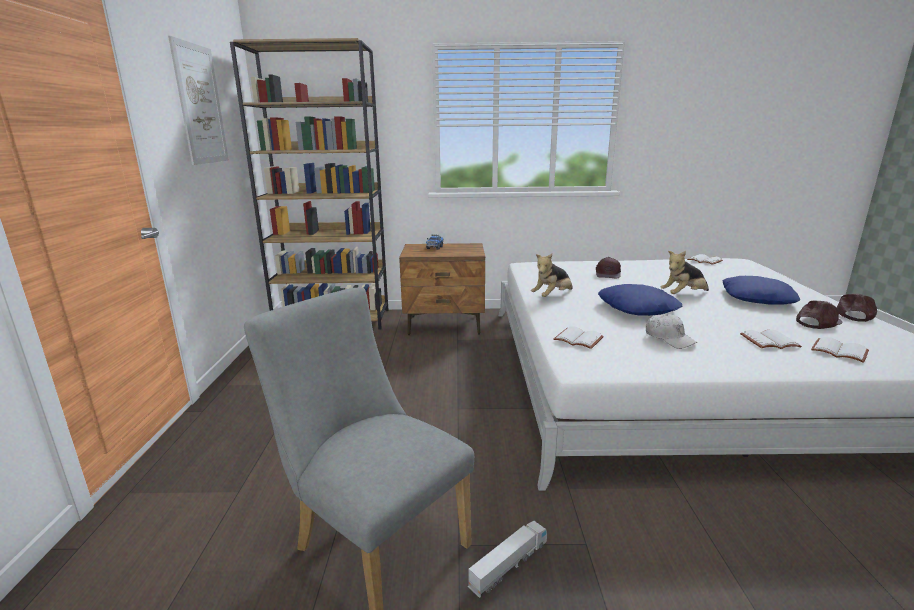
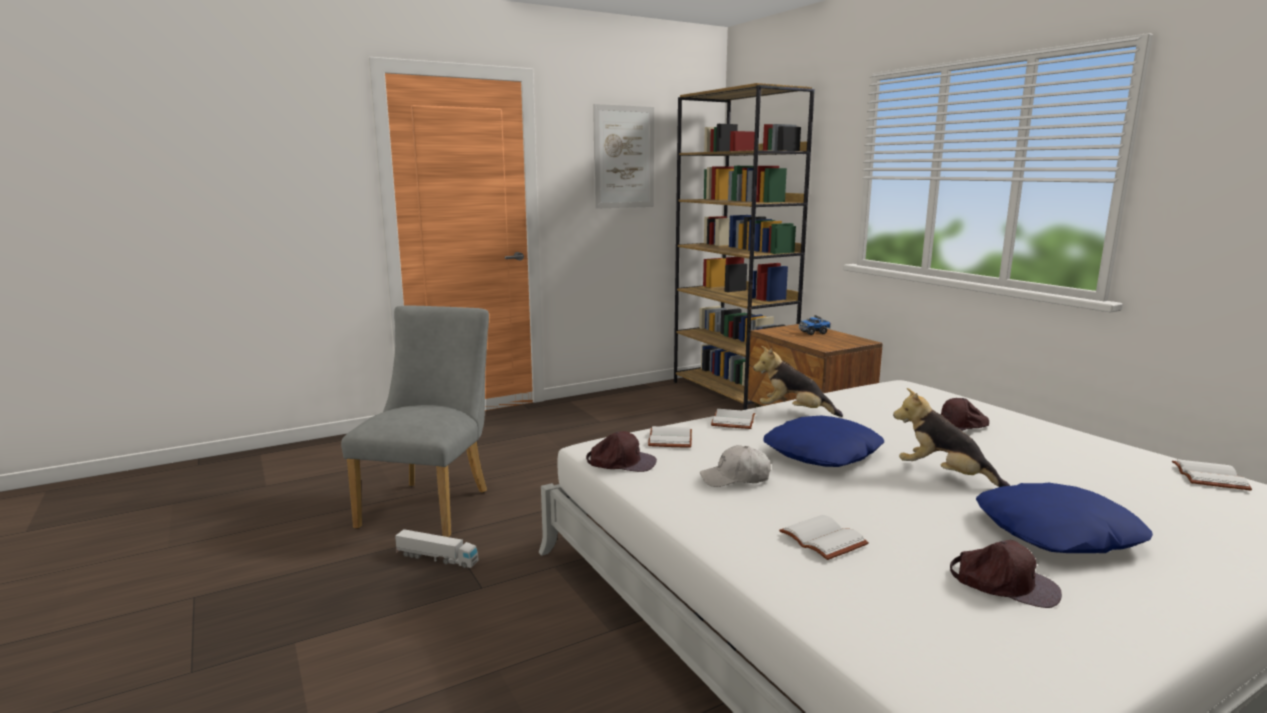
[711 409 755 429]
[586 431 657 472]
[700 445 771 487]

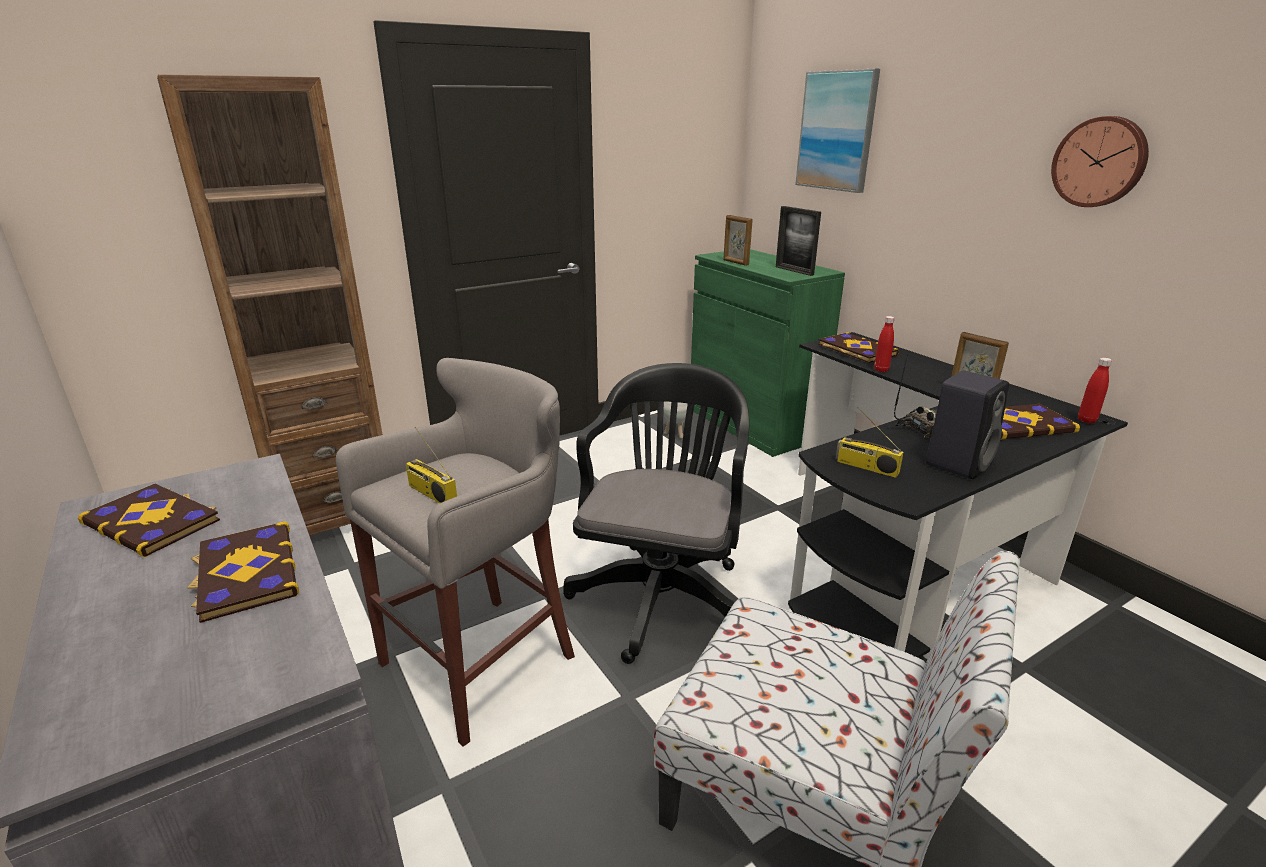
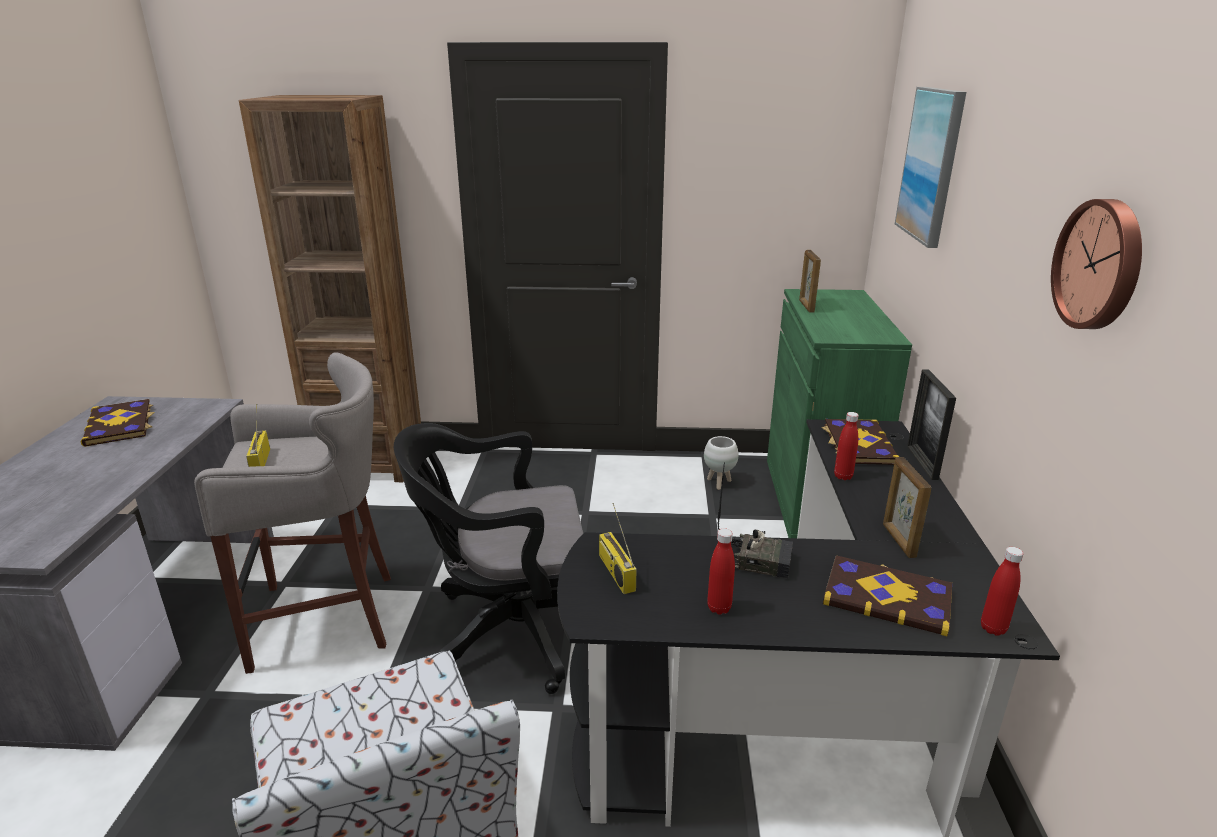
[187 521 299 623] (first image)
[907 370 956 480]
[707 528 735 615]
[394 423 583 694]

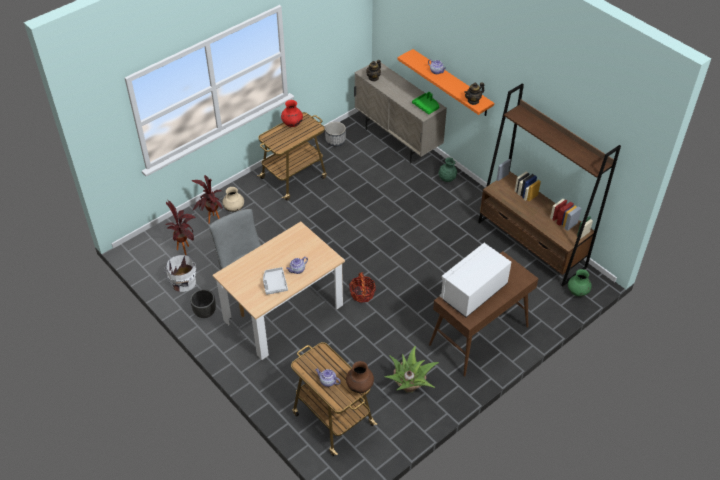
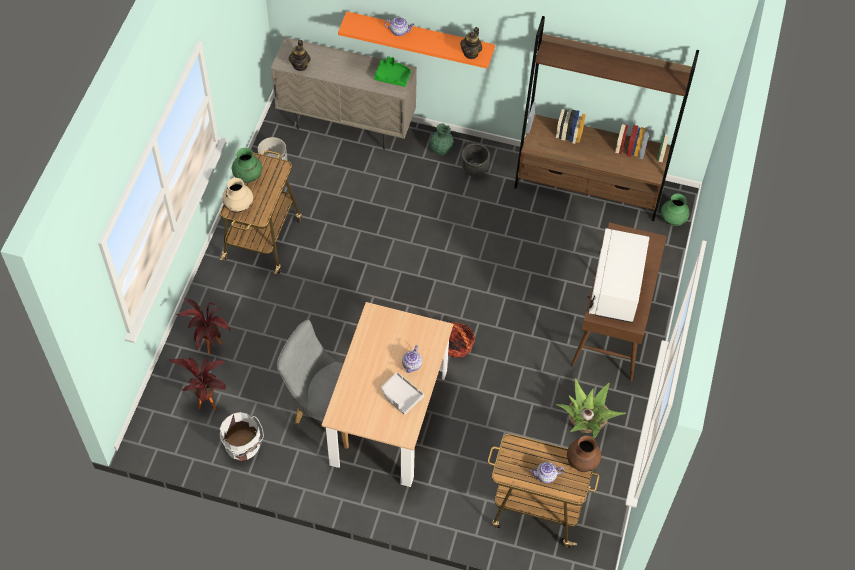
[461 143 490 177]
[222 178 253 213]
[232 148 262 183]

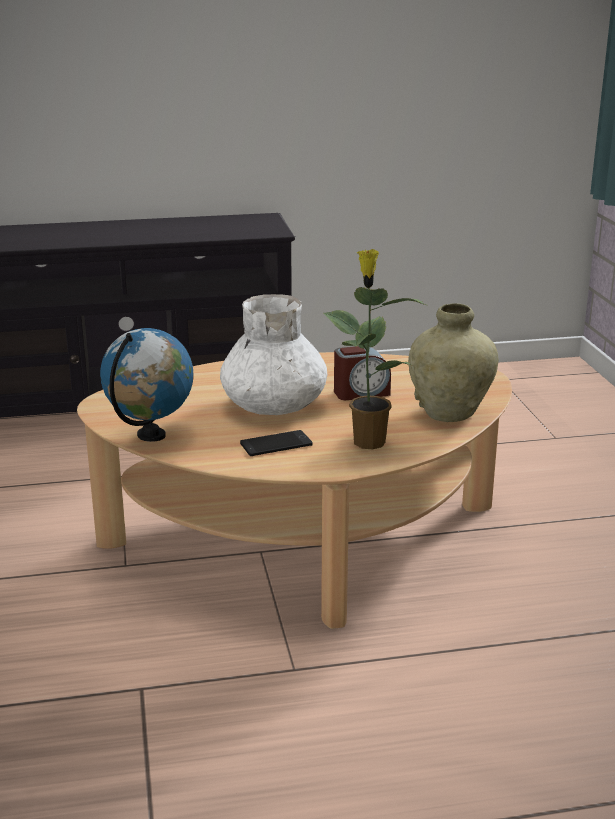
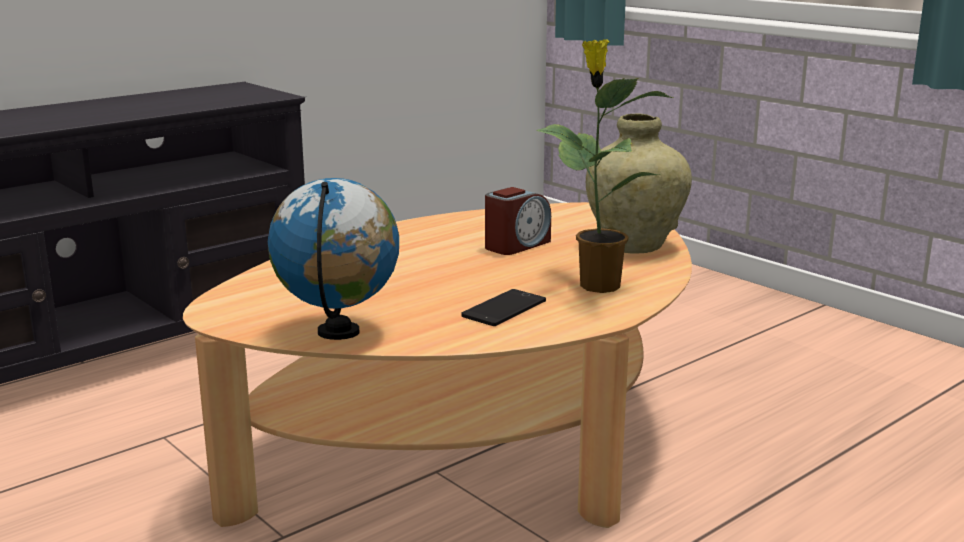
[220 294 327 415] (first image)

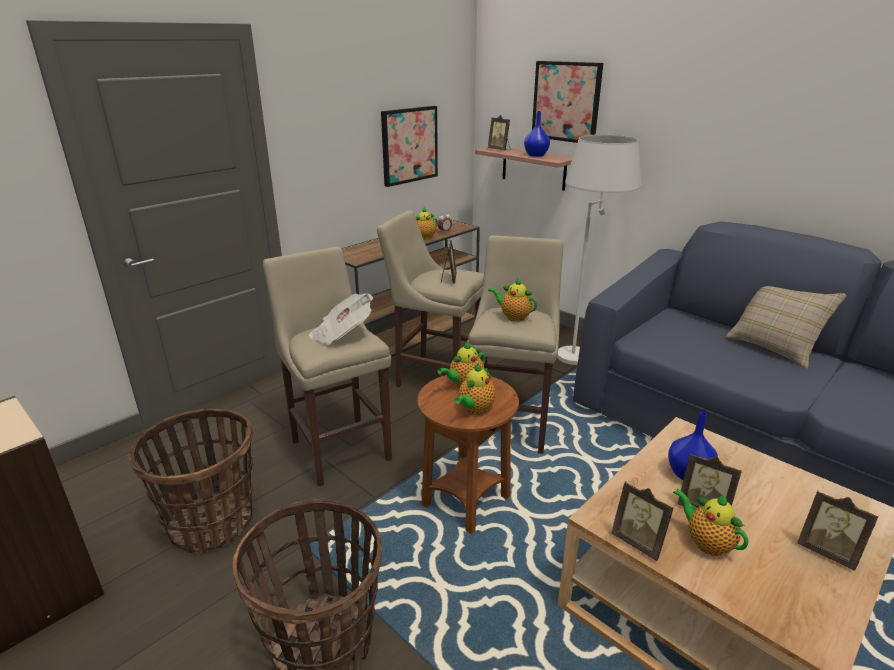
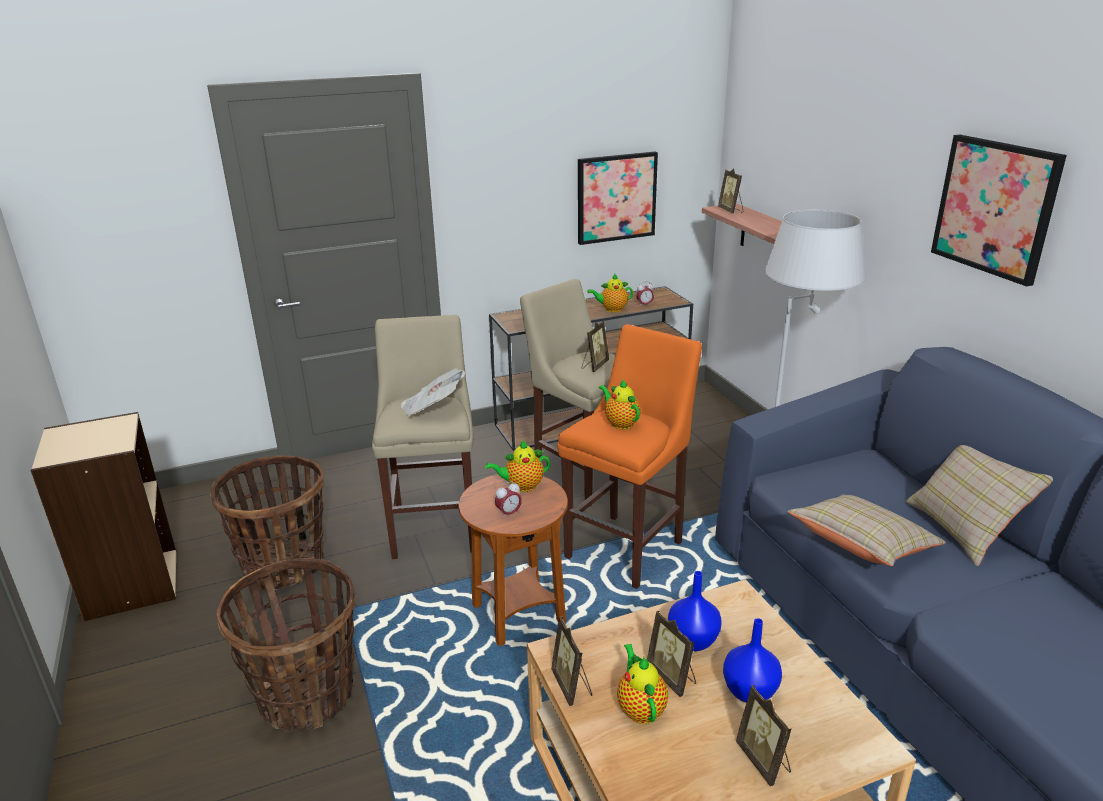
[788 494 946 566]
[723 618 782 703]
[931 135 1067 287]
[495 481 522 519]
[557 324 702 589]

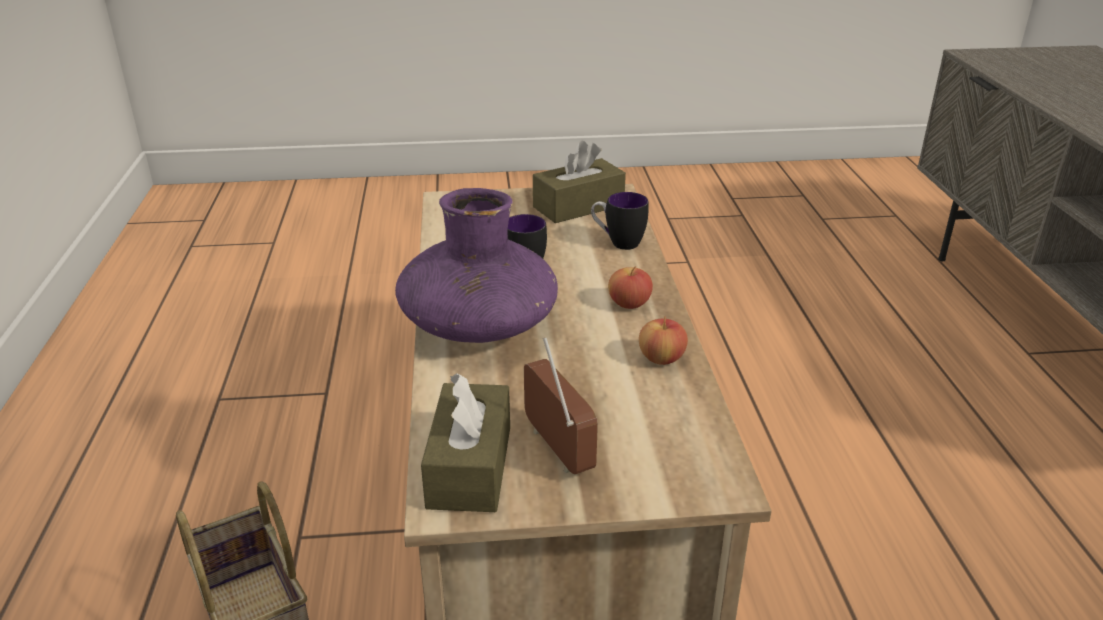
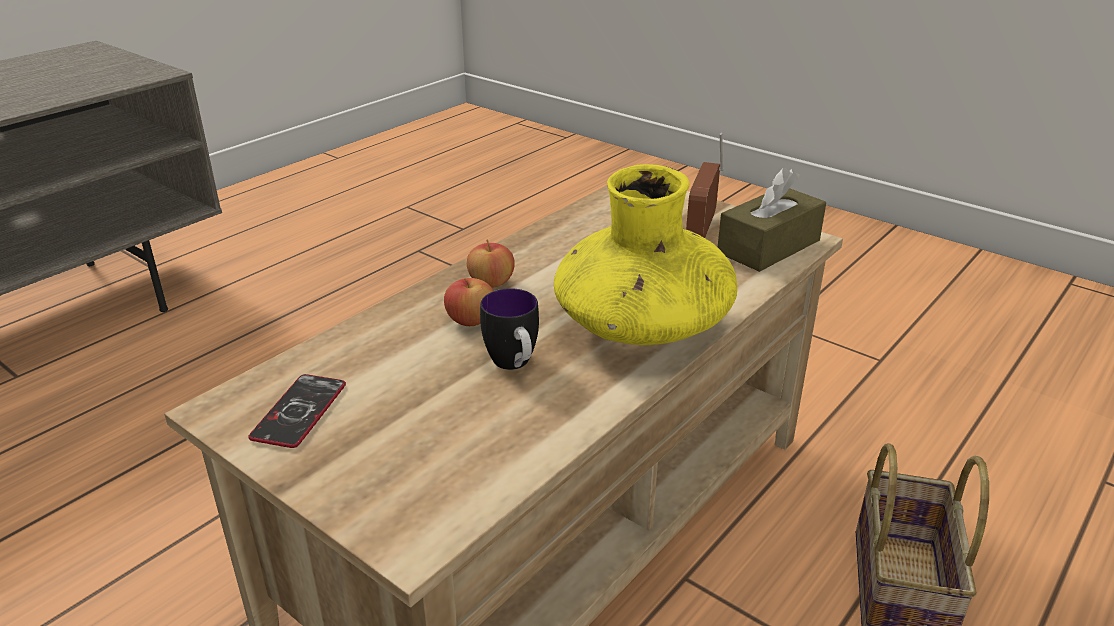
[591 192 648 250] (first image)
[444 278 493 326]
[248 374 346 448]
[554 164 737 345]

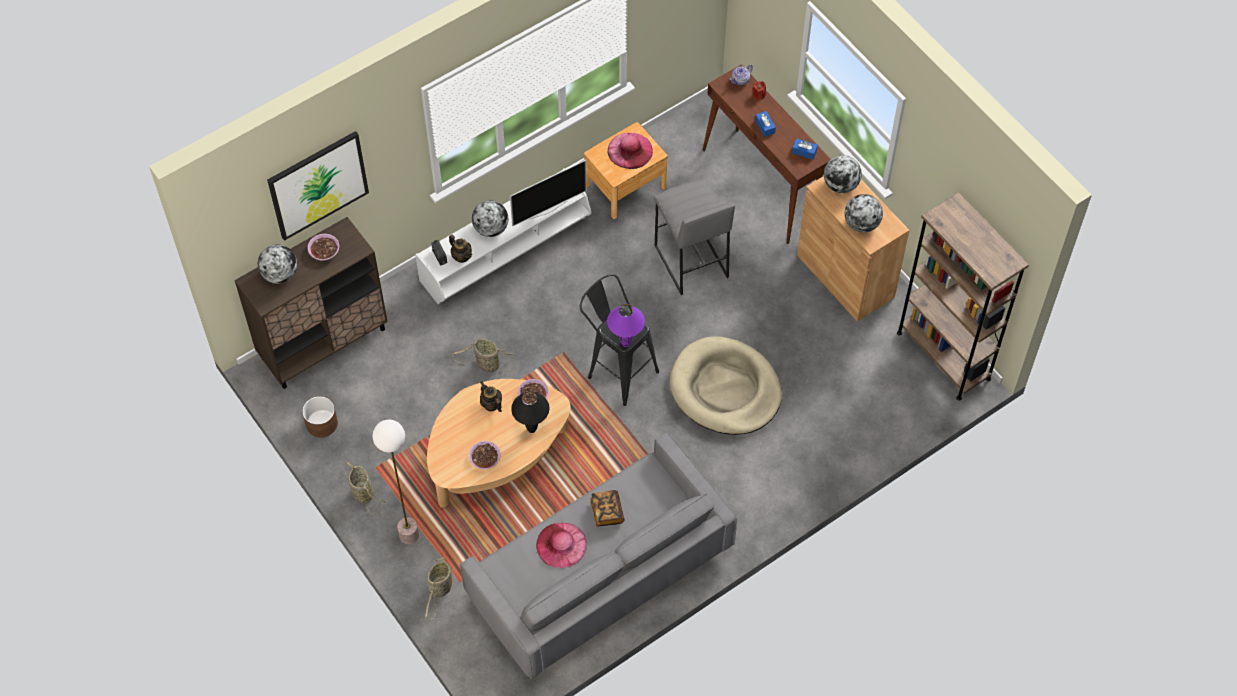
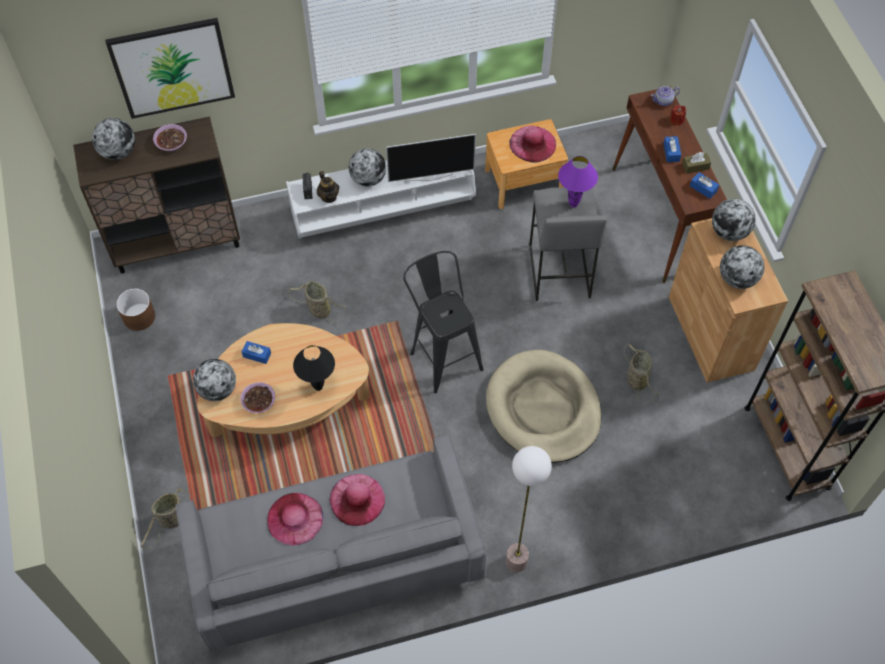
[480 381 502 412] (first image)
[517 379 549 405] (first image)
[193 359 236 401]
[242 341 271 364]
[682 152 711 174]
[624 344 660 403]
[506 446 552 572]
[558 156 598 207]
[329 474 385 526]

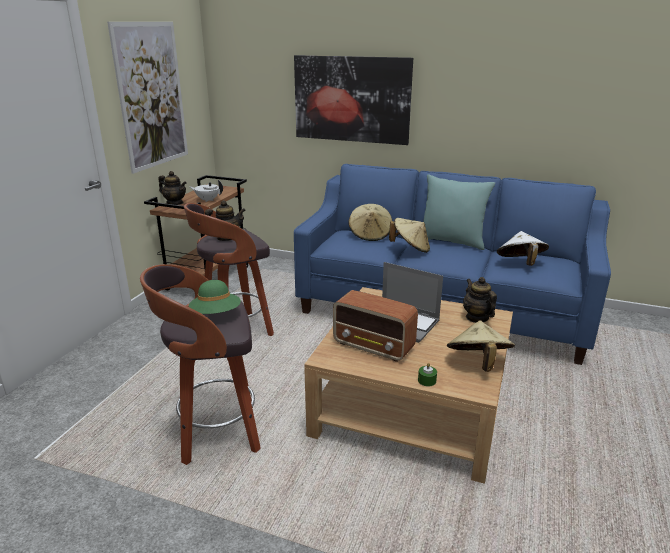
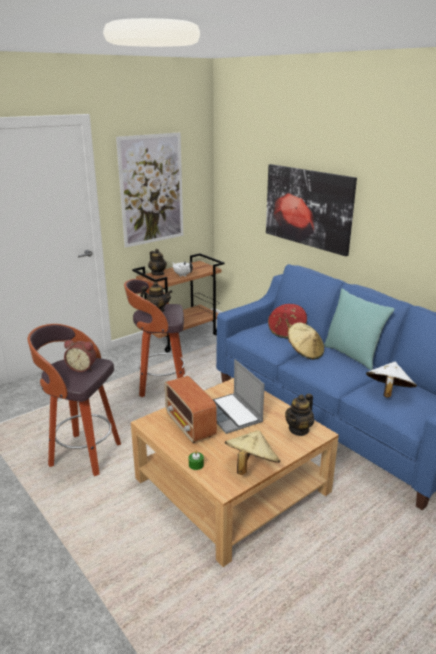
[64 340 96 372]
[268 304 307 338]
[285 394 314 436]

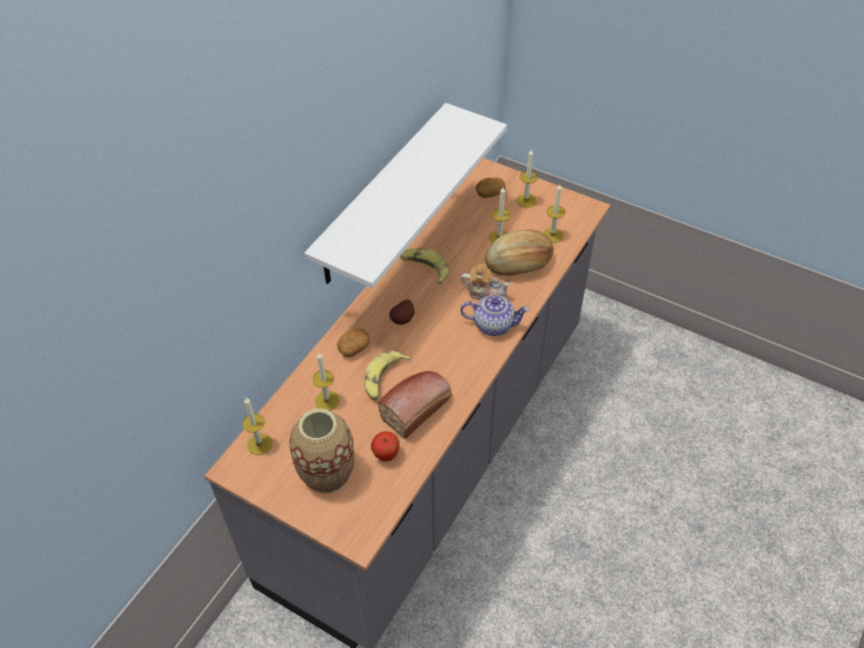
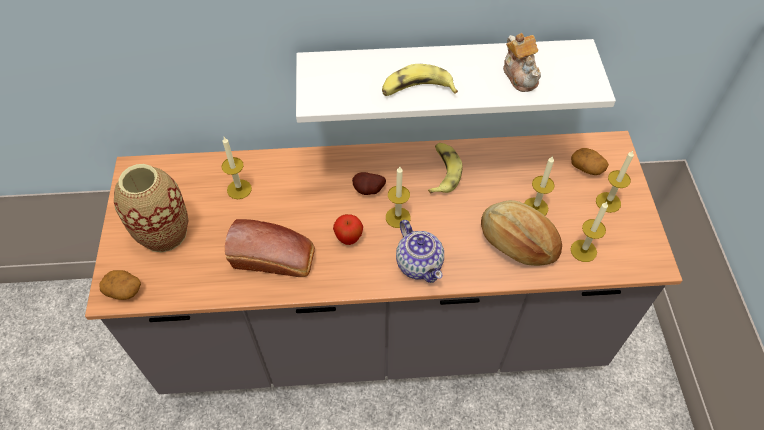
[386 167 411 228]
[99 270 141 300]
[382 64 458 96]
[333 214 363 245]
[503 33 541 92]

